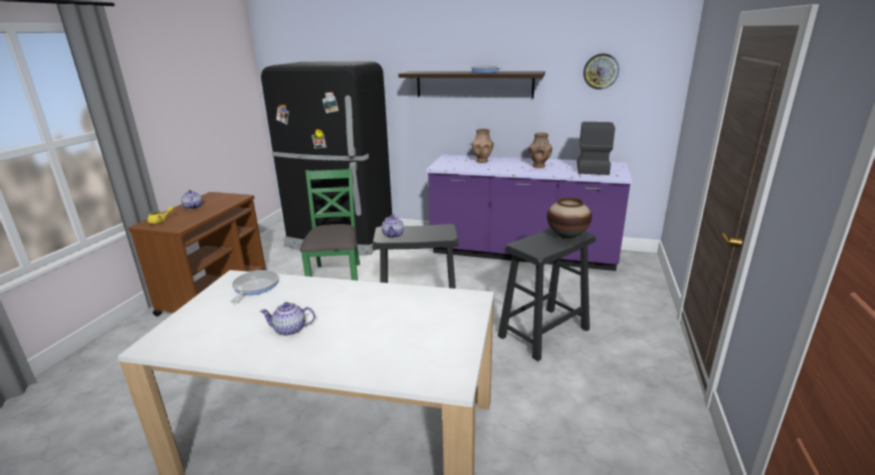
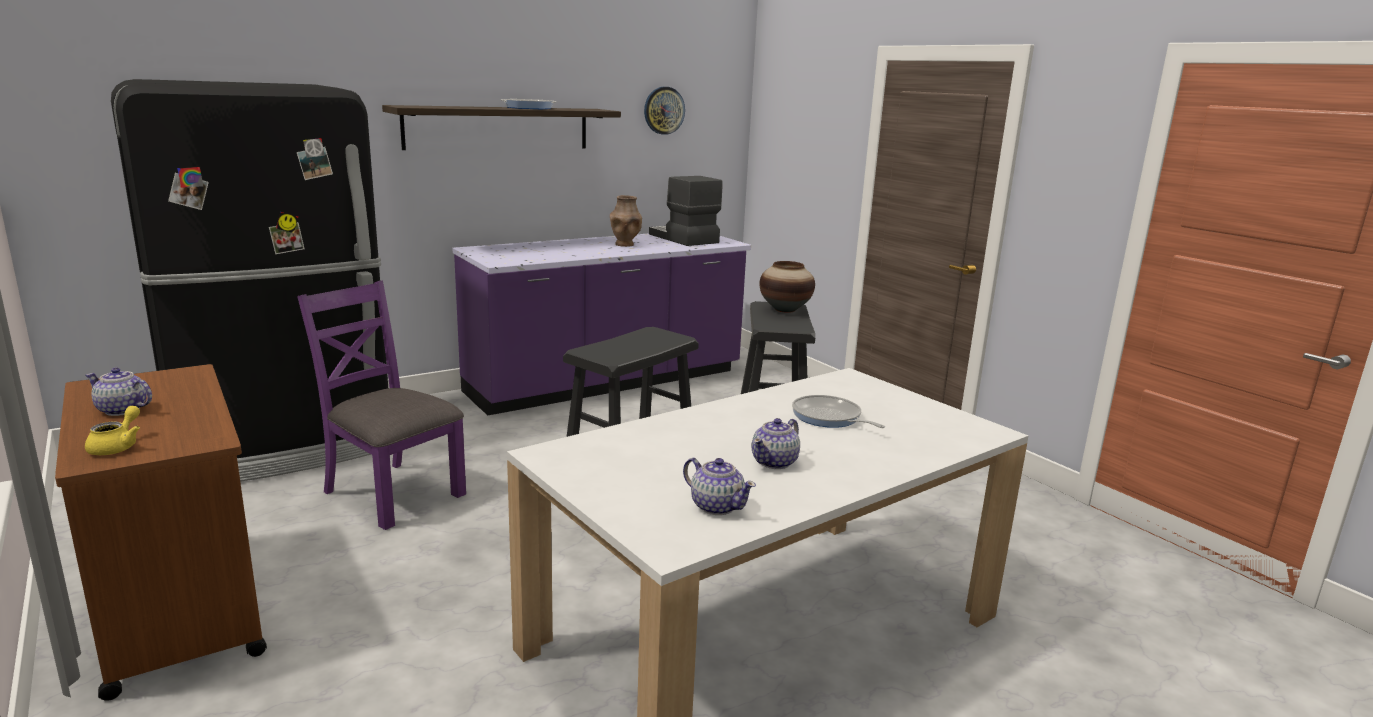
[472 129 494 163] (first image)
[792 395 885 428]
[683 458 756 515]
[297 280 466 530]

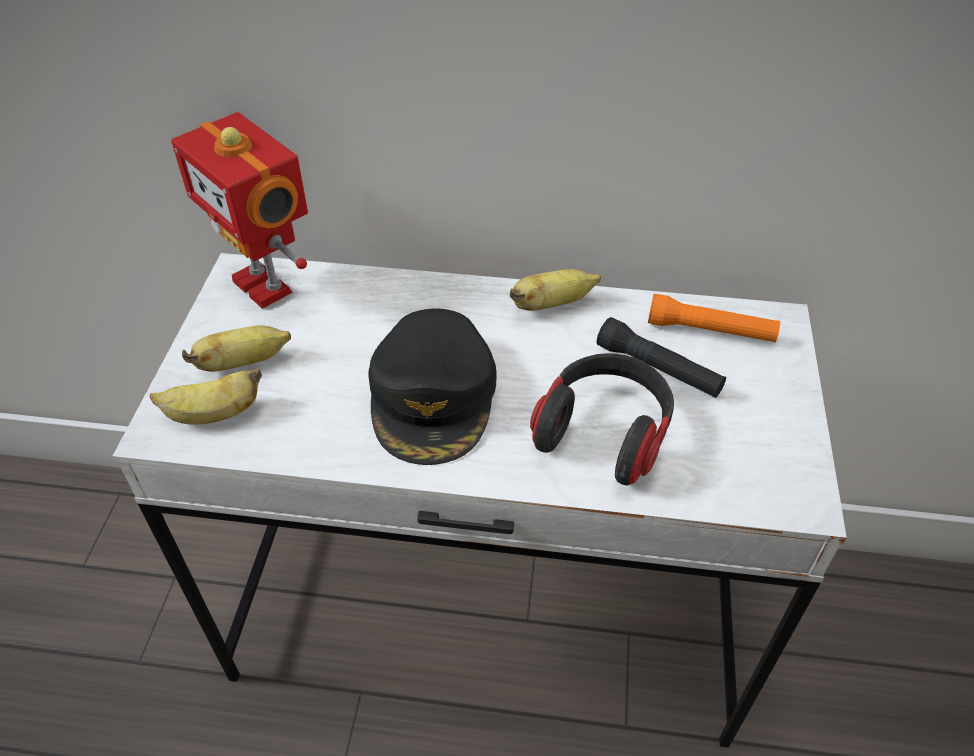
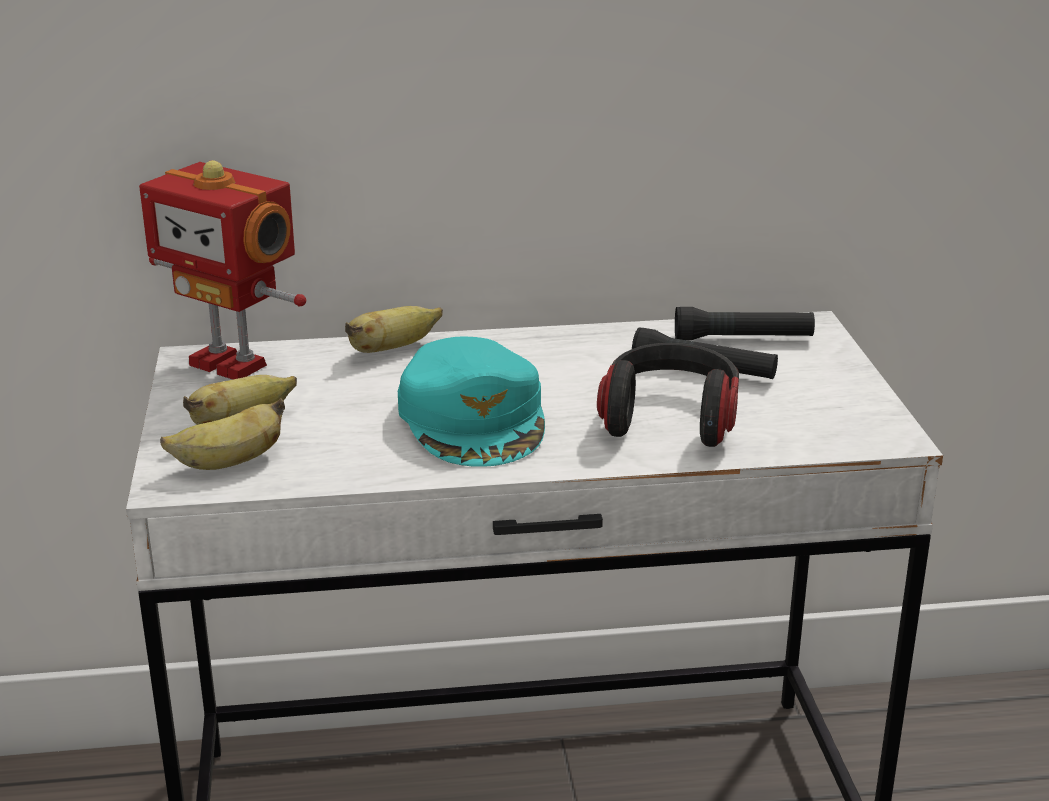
[345 306 443 353]
[398 337 545 467]
[675 307 815 340]

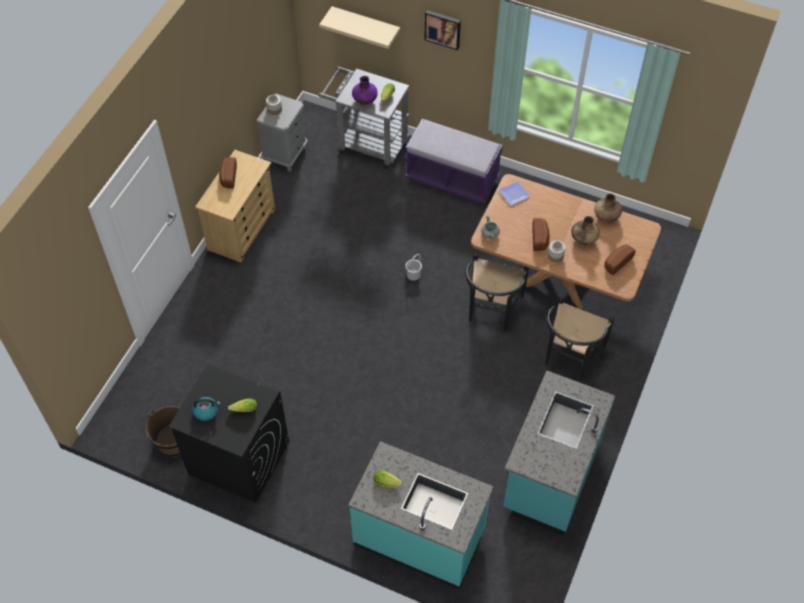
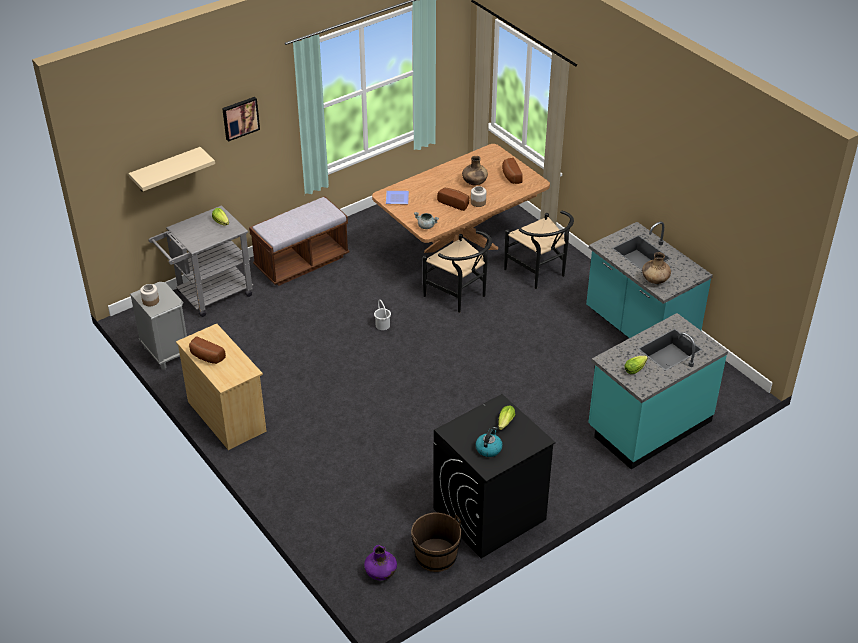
[364 545 397 580]
[642 252 671 284]
[249 196 350 286]

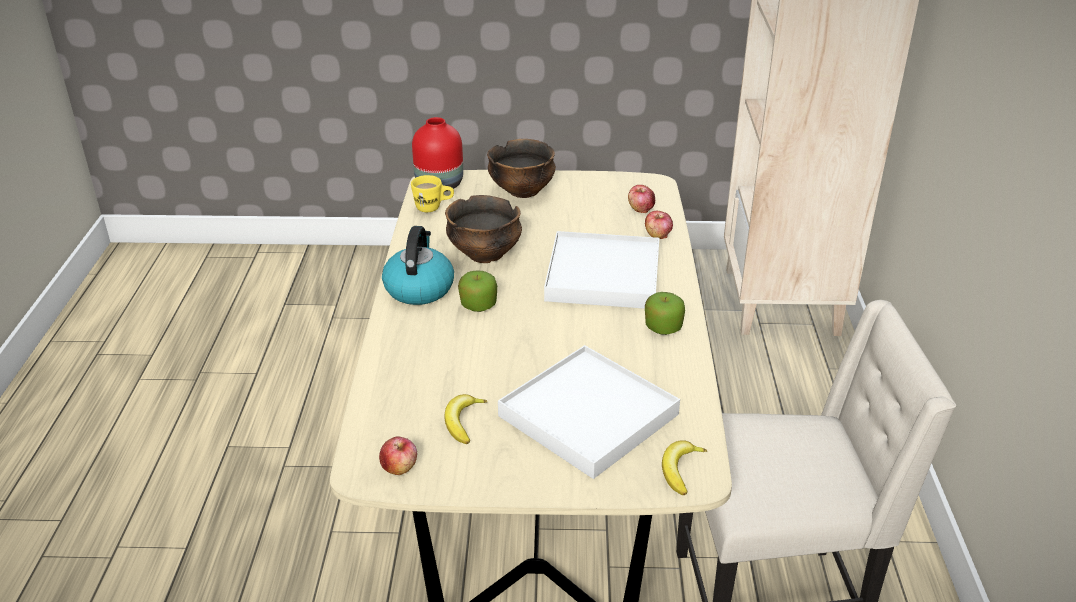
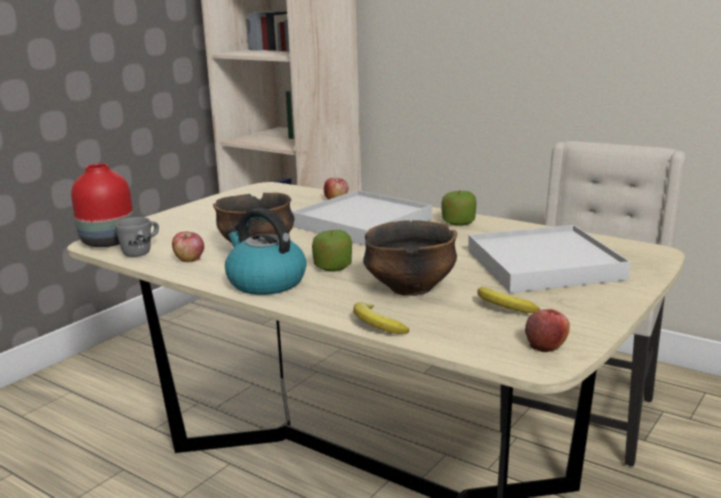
[363 220 457 296]
[172 231 204 262]
[353 302 409 334]
[115 217 159 257]

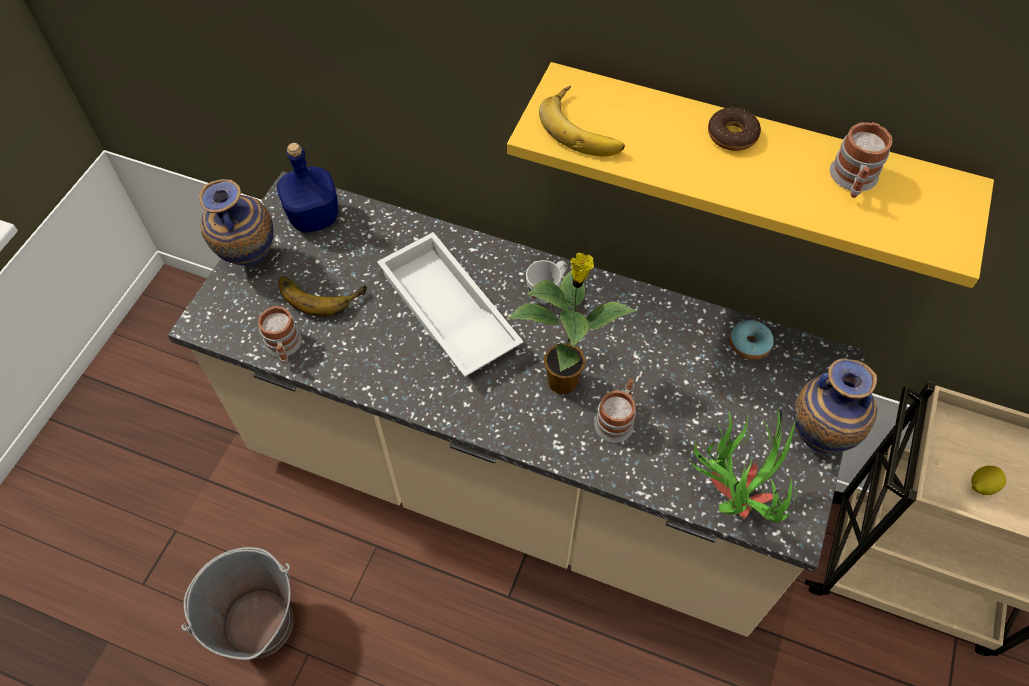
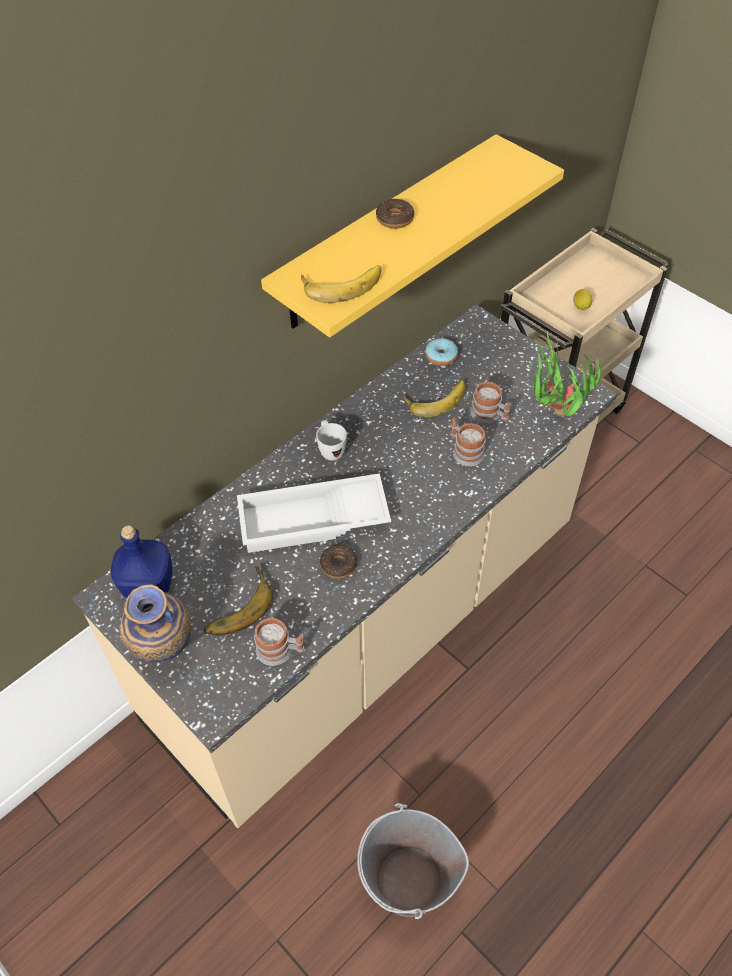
[507 253 637 394] (first image)
[793 359 877 453] (first image)
[320 545 357 579]
[403 380 465 417]
[471 382 511 424]

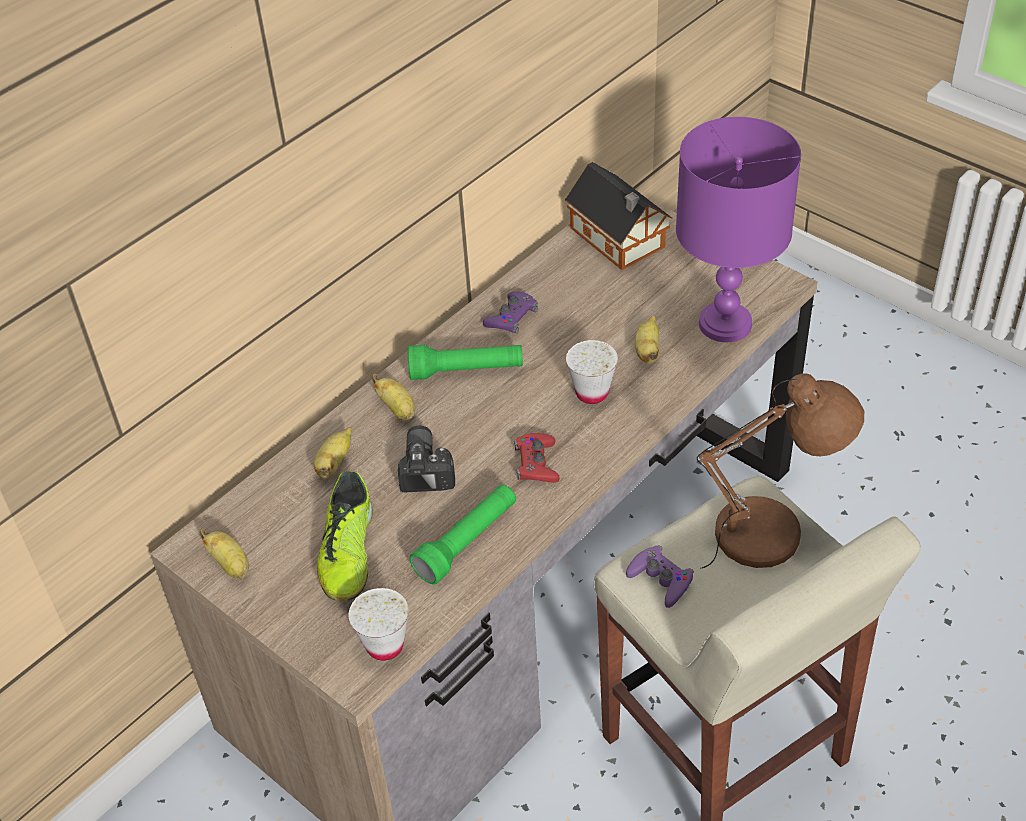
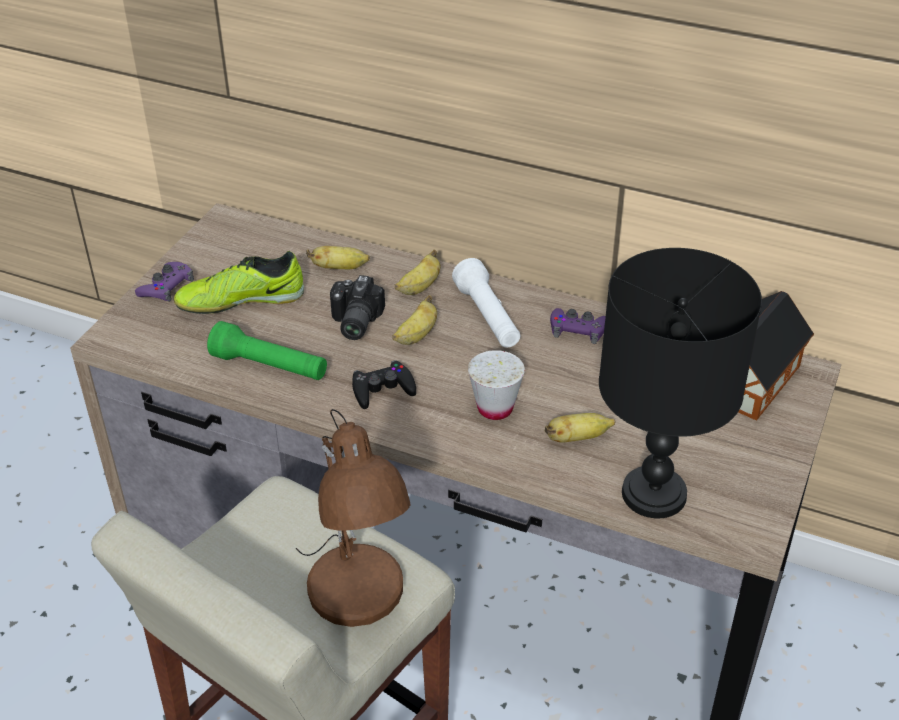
[349 588 409 661] (first image)
[392 295 437 345]
[135 262 194 302]
[452 258 520 347]
[352 360 416 409]
[599 248 762 519]
[330 275 385 340]

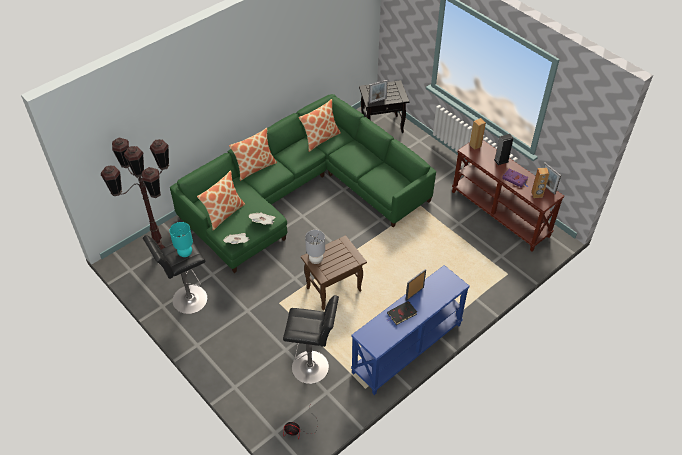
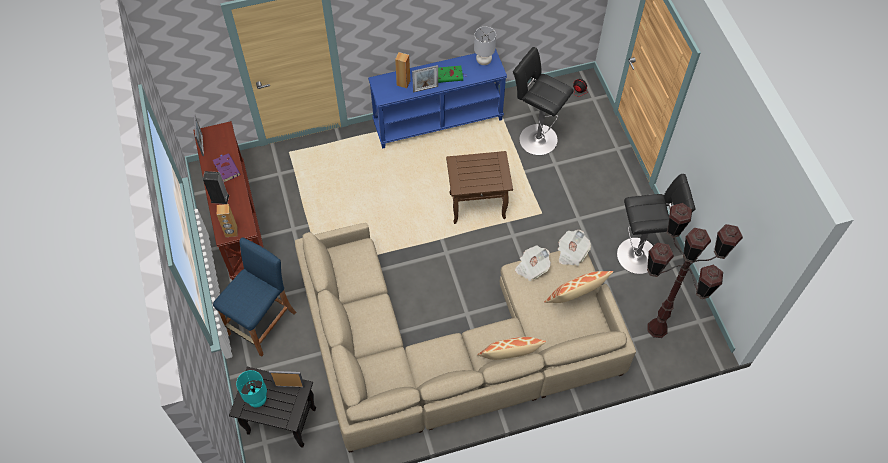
[299 99 341 152] (first image)
[213 237 296 357]
[236 370 267 407]
[474 27 496 65]
[395 52 410 88]
[295 223 636 453]
[438 66 467 83]

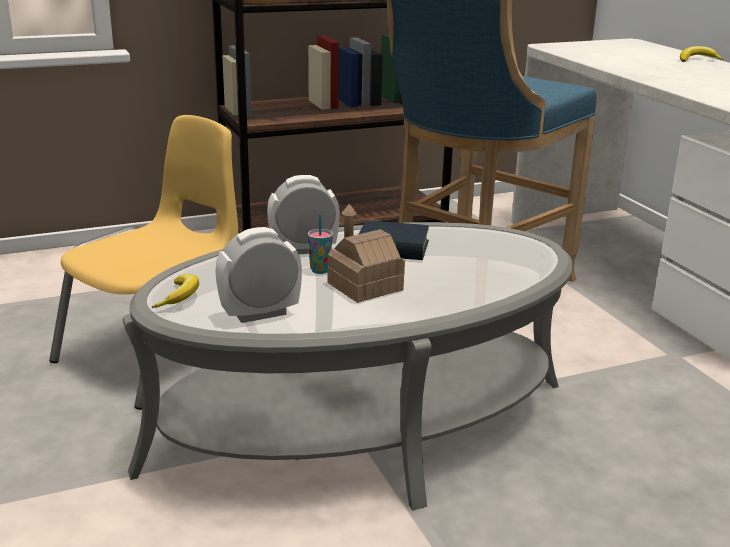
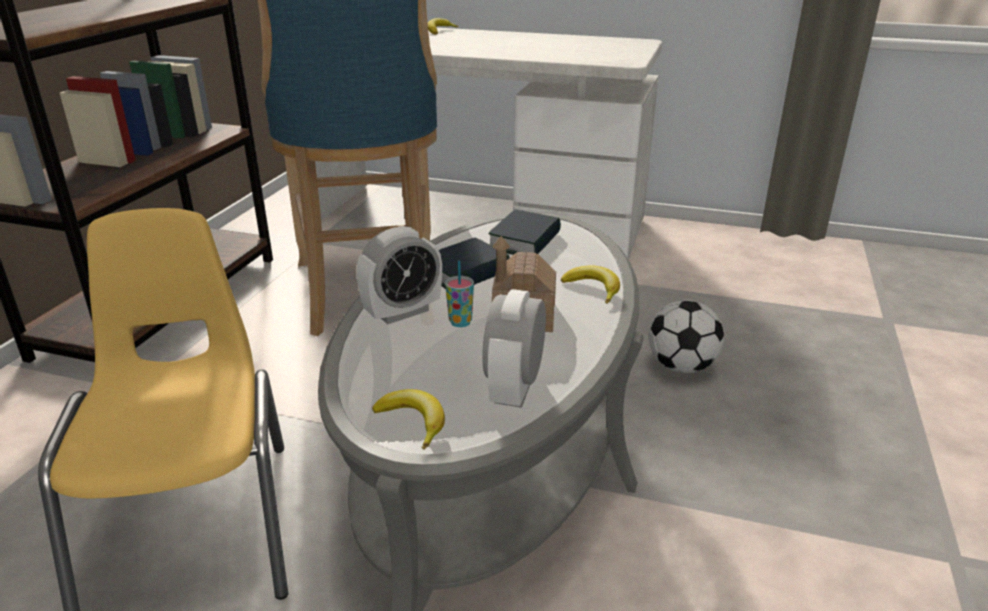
[488 209 561 256]
[561 265 620 304]
[648 300 724 373]
[357 226 442 325]

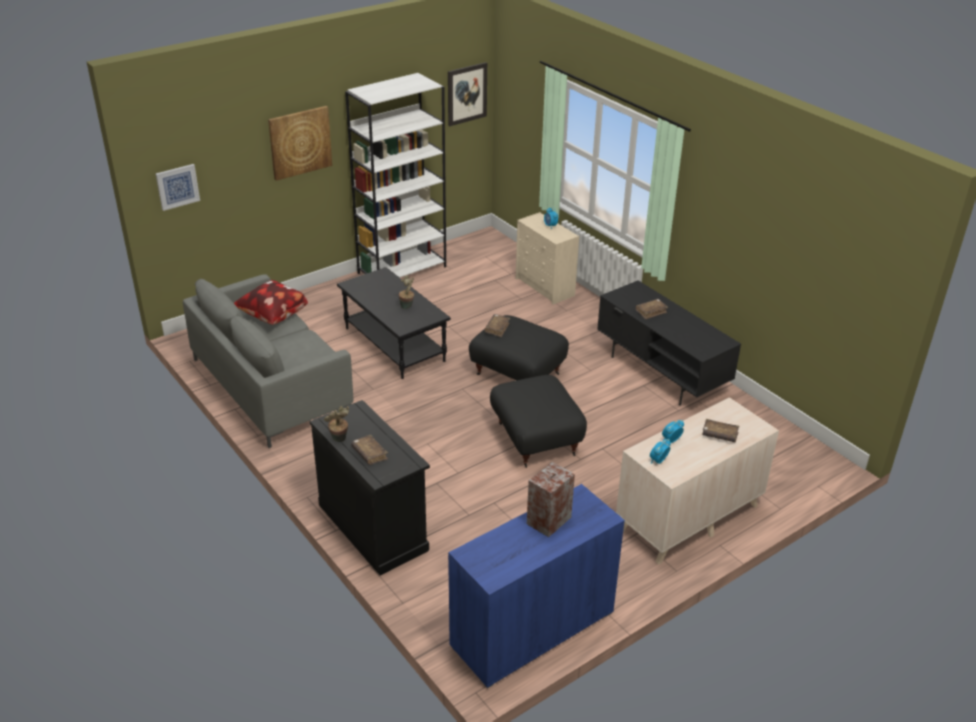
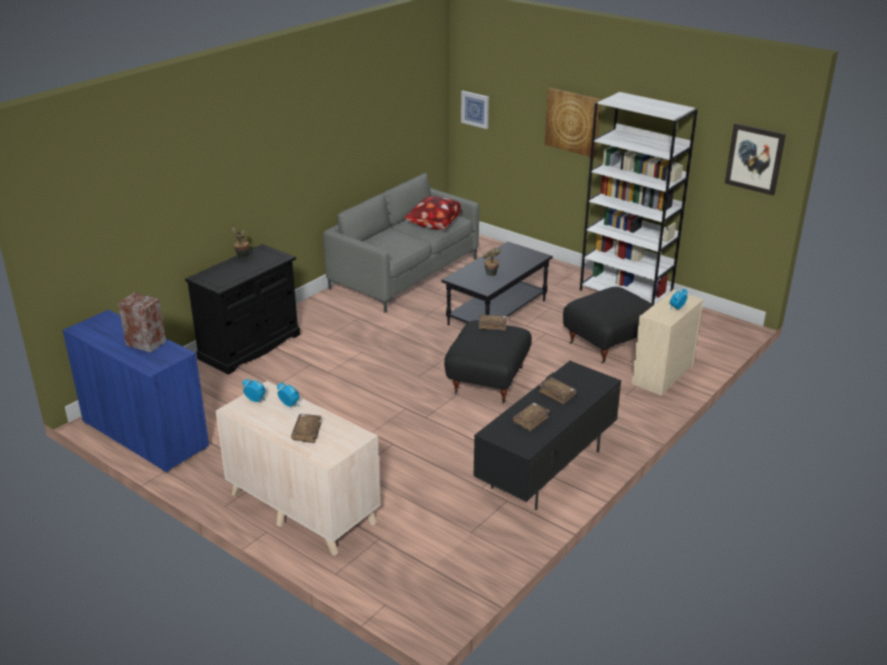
[513 402 550 432]
[563 287 653 364]

